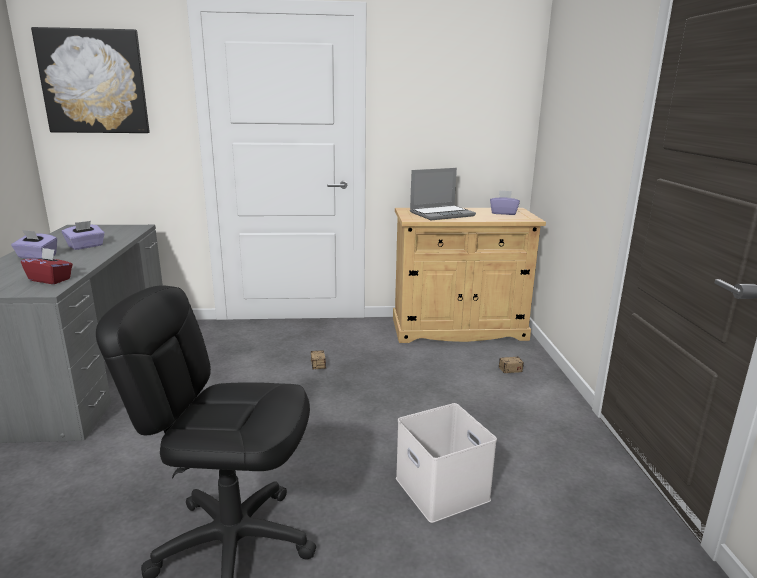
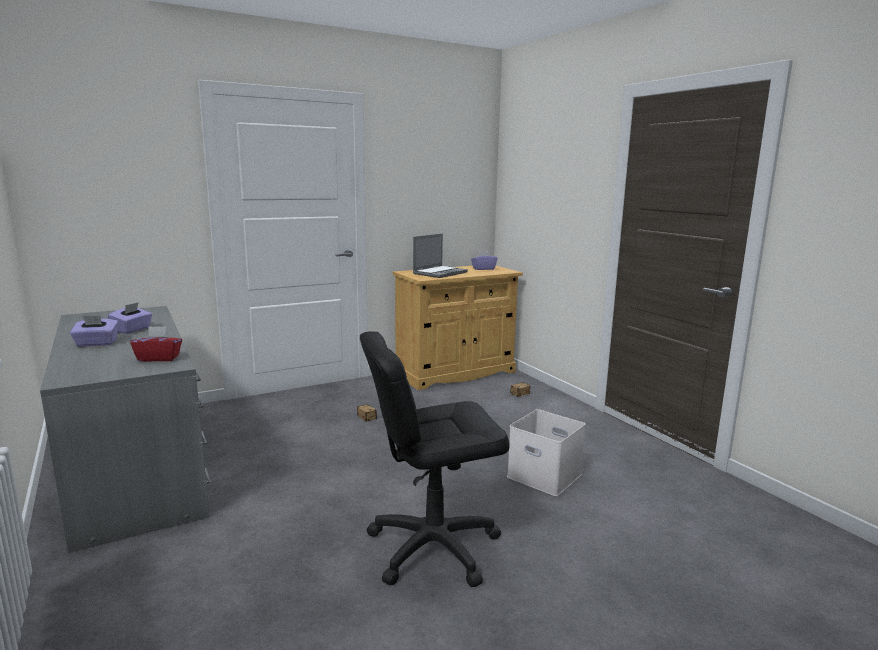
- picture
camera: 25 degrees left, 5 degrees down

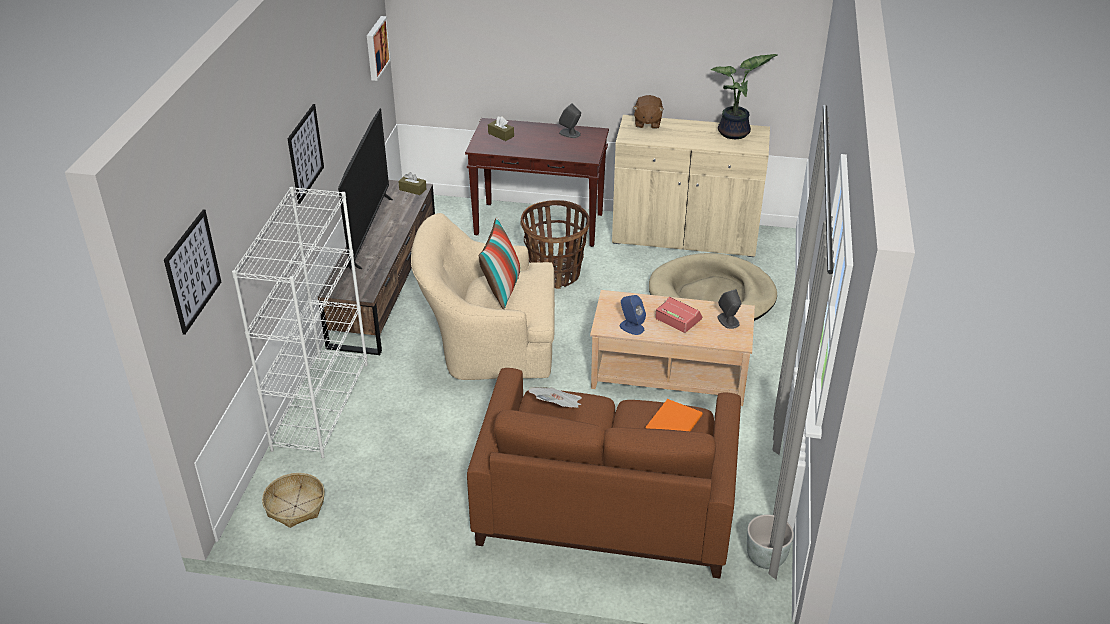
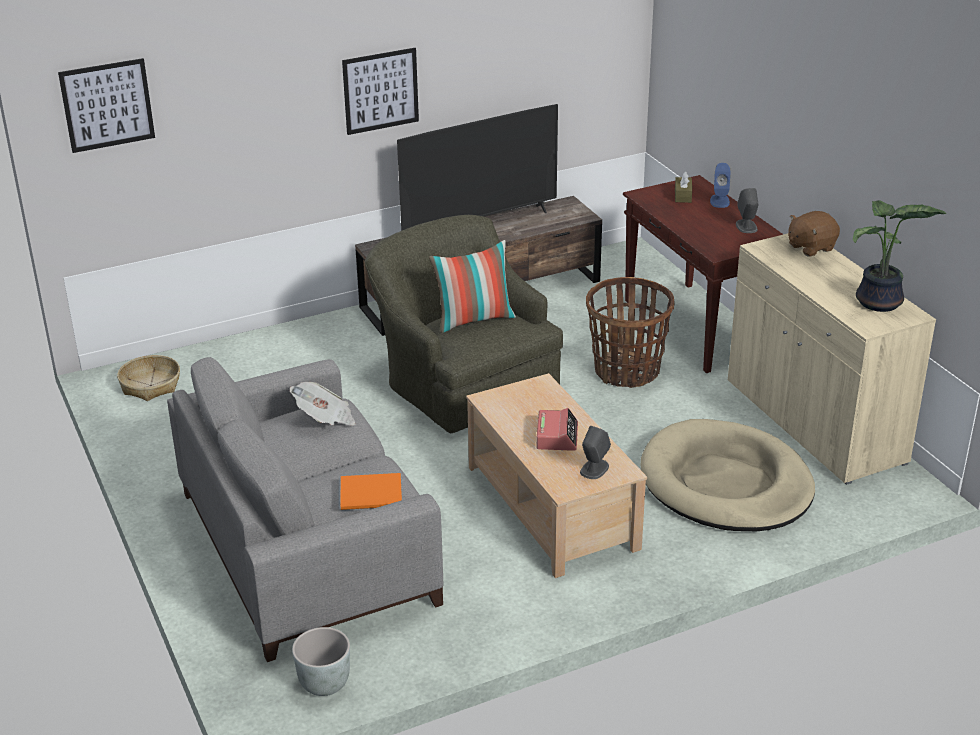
- white bookcase
- picture (3rd from left)
- brown tissue box (1st from left)
~ blue speaker
~ beige armchair to green armchair
~ brown sofa to grey sofa
camera: 55 degrees right, 5 degrees down

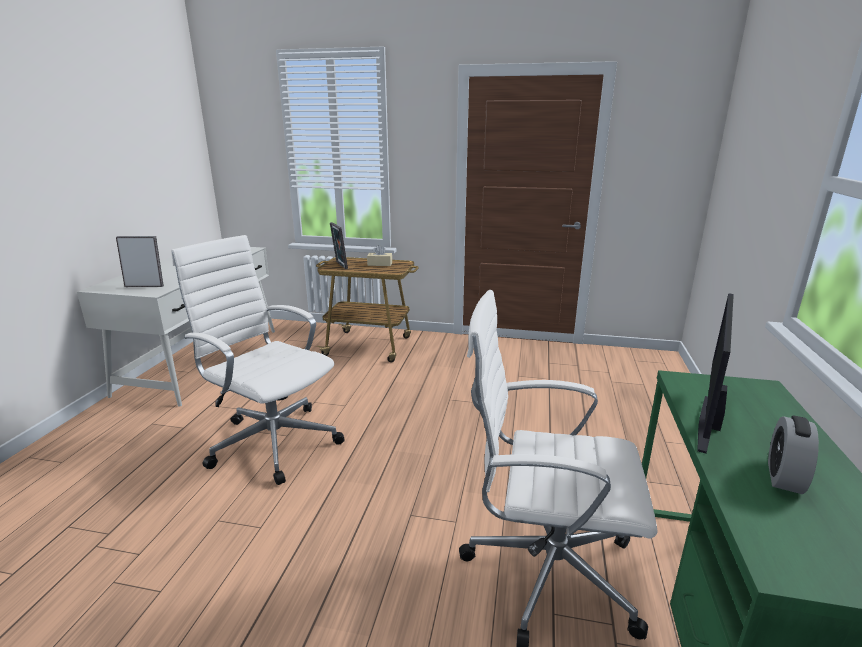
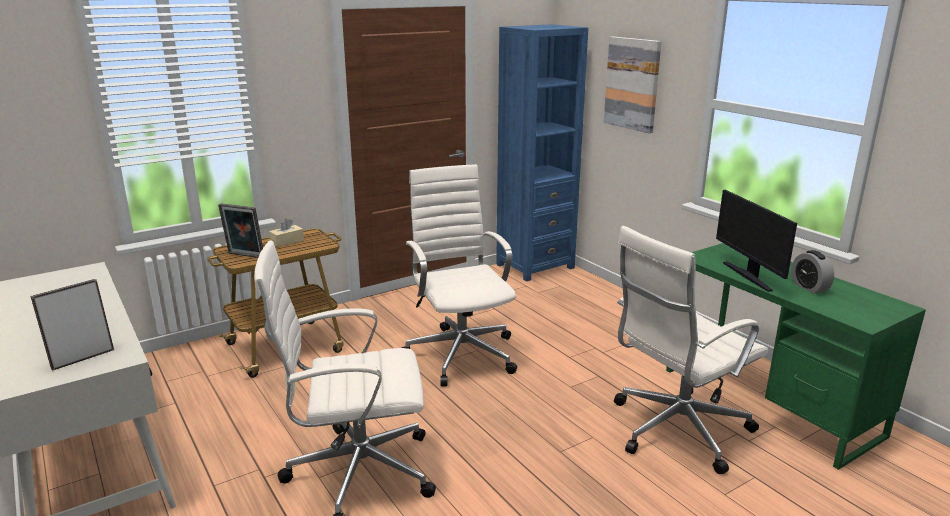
+ white office chair (2nd from left)
+ blue bookcase
+ picture
camera: 45 degrees left, 0 degrees up

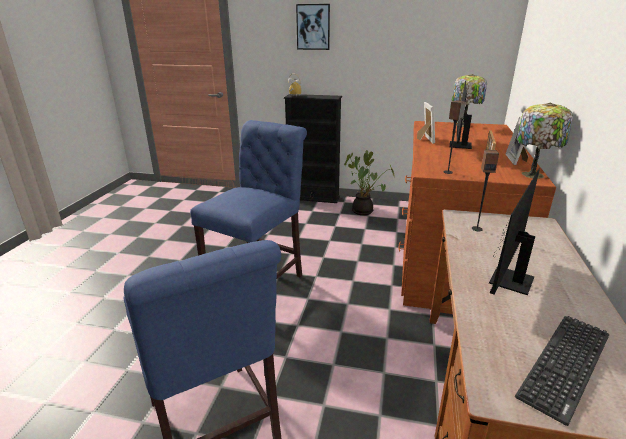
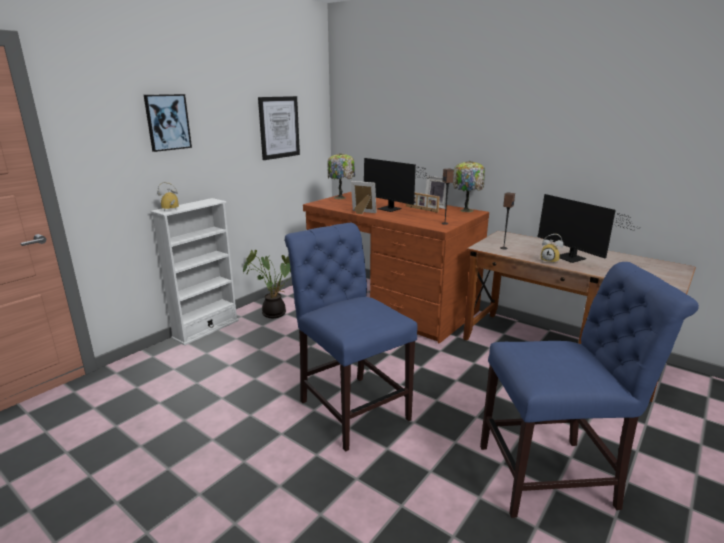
- keyboard
+ picture (2nd from left)
+ alarm clock (2nd from left)
~ black bookcase to white bookcase
camera: 65 degrees left, 5 degrees down

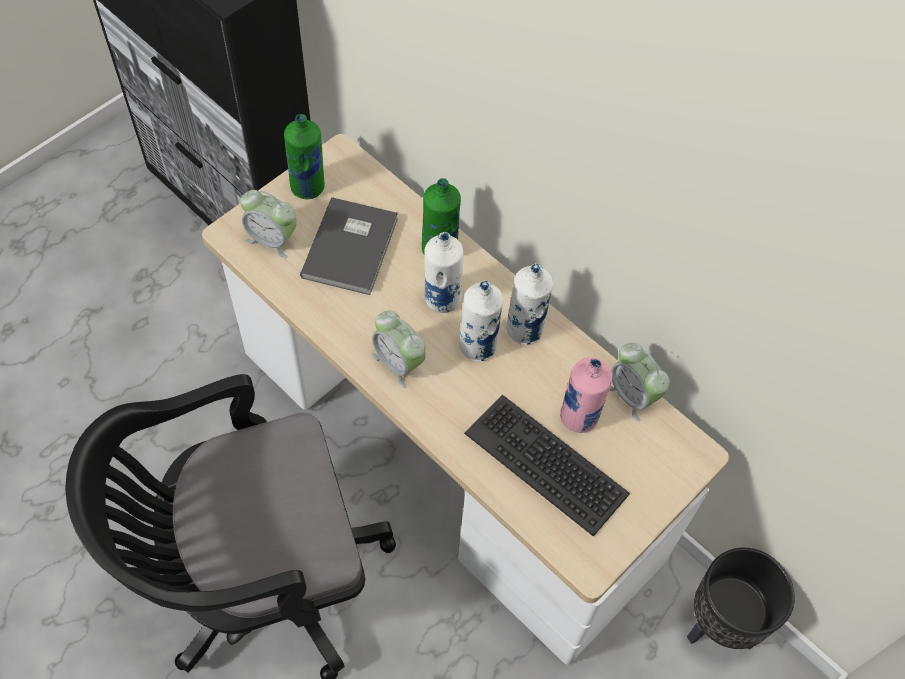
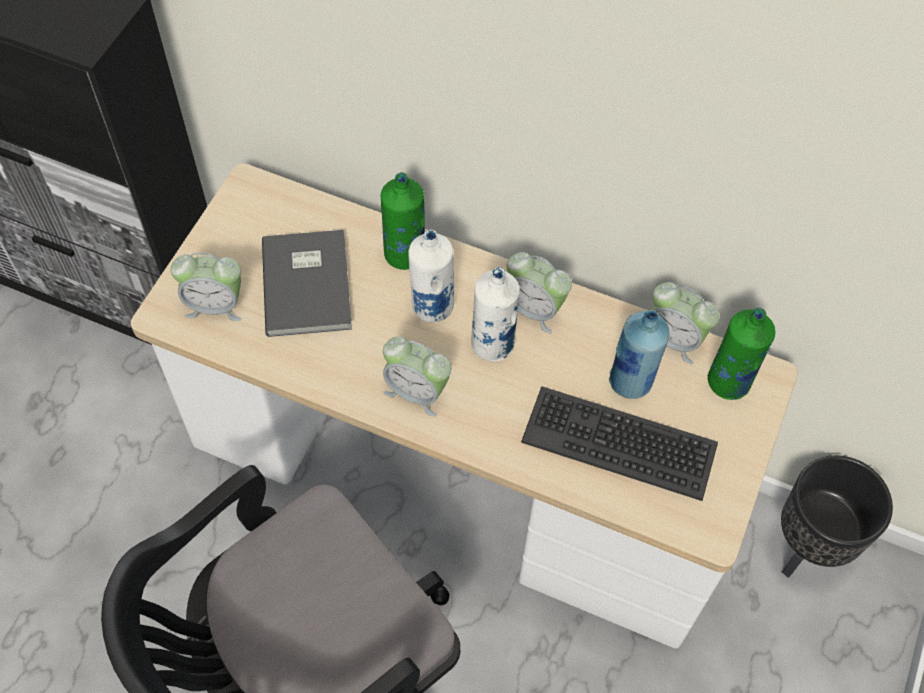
~ green bottle (1st from left in the first image) to green bottle (2nd from left)
~ white bottle (3rd from left) to alarm clock (3rd from left)
~ pink bottle to blue bottle
camera: 20 degrees left, 0 degrees up

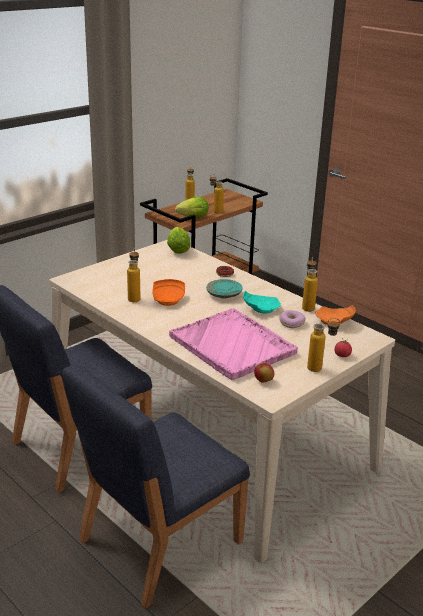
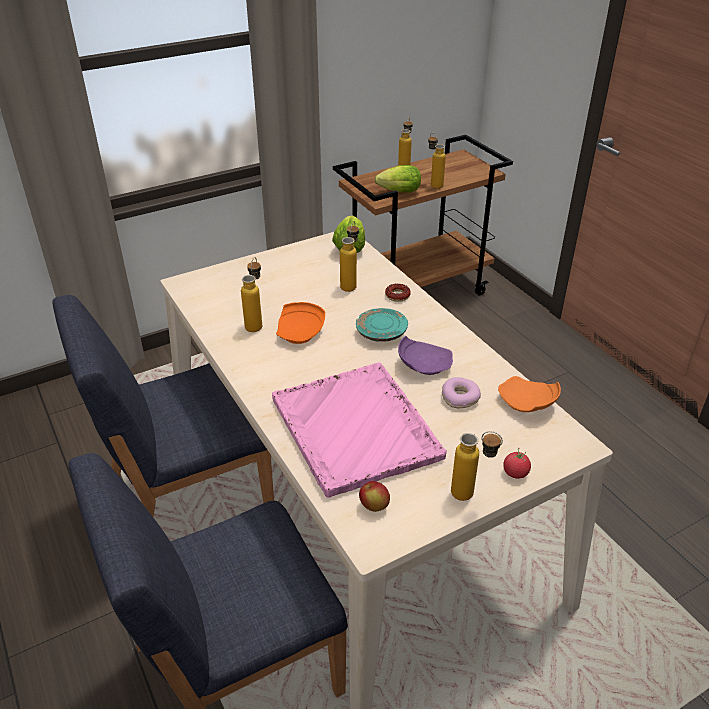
~ bottle (4th from left in the first image) to bottle (2nd from left)
~ turquoise plate (2nd from left) to purple plate
camera: 15 degrees right, 10 degrees up

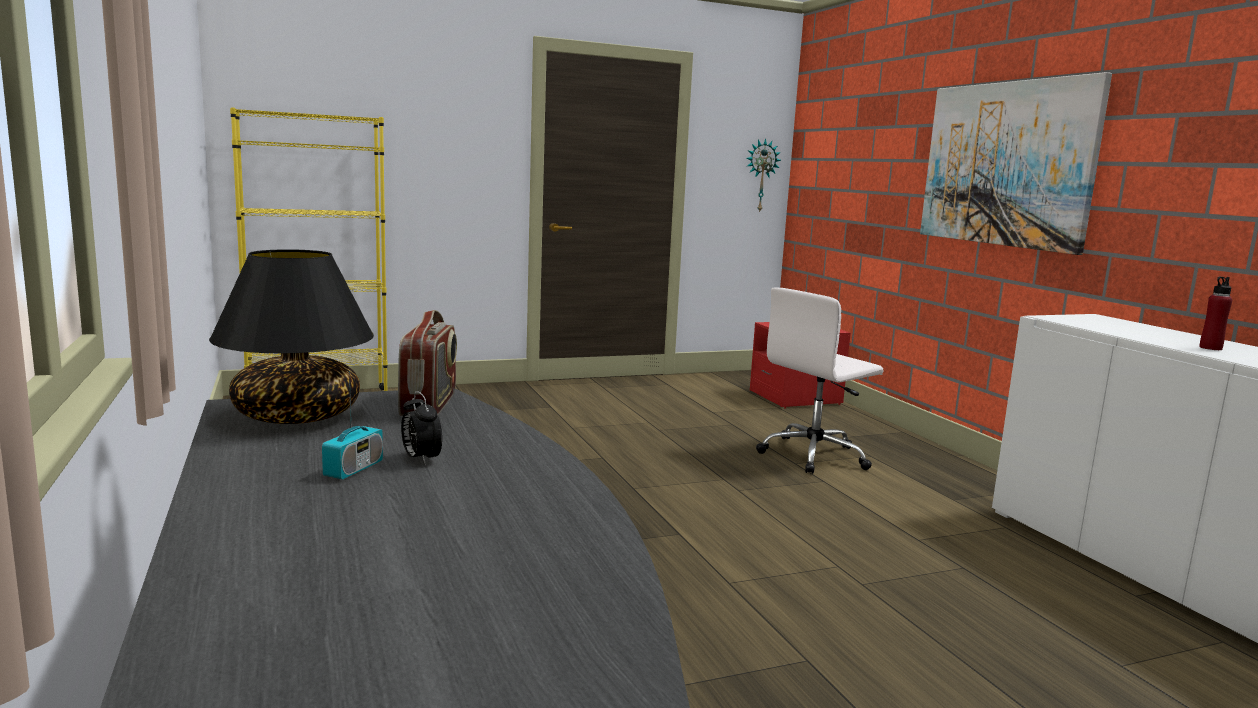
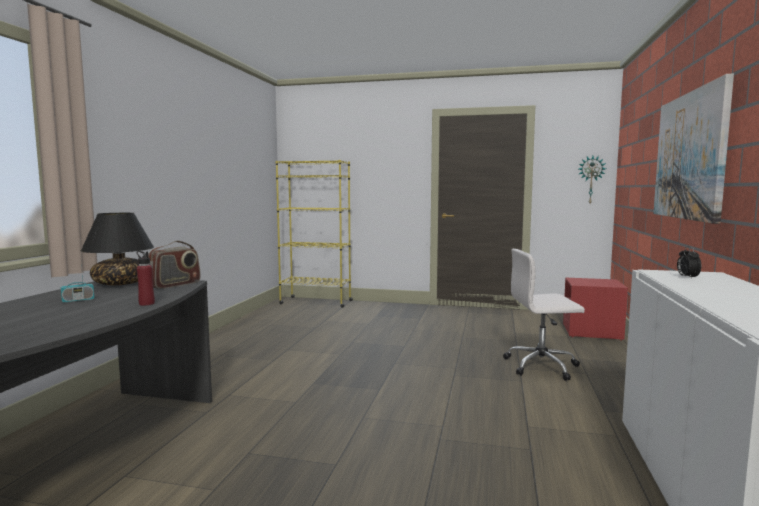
~ alarm clock
~ red bottle
camera: 35 degrees right, 5 degrees down

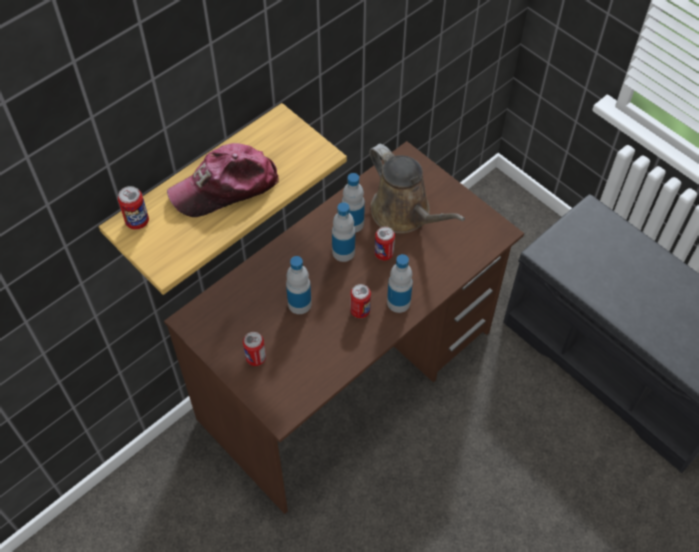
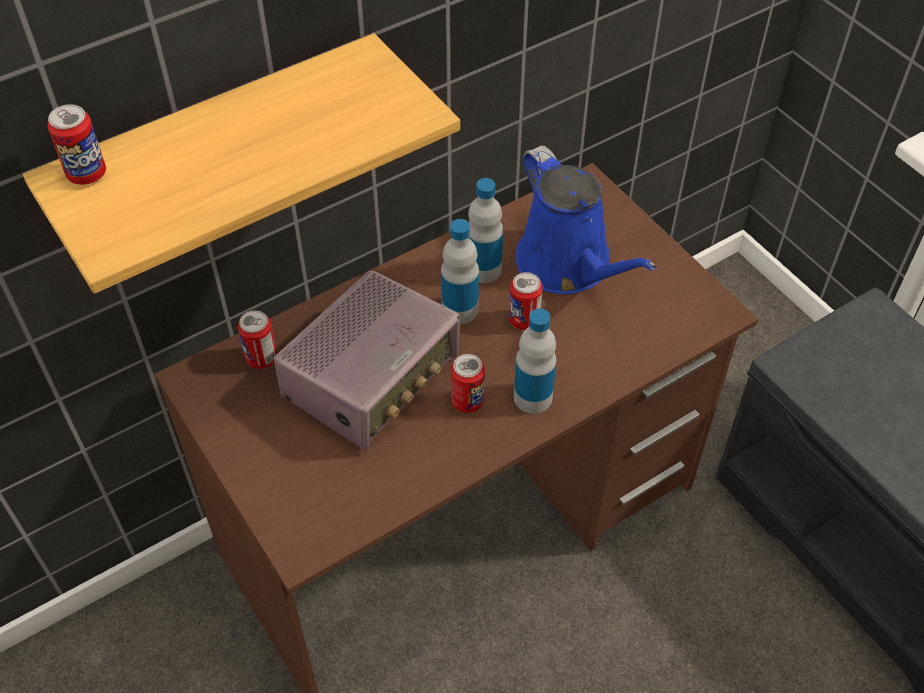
- cap
~ can (2nd from left)
~ bottle (1st from left) to radio
~ brown watering can to blue watering can
camera: 10 degrees right, 5 degrees down

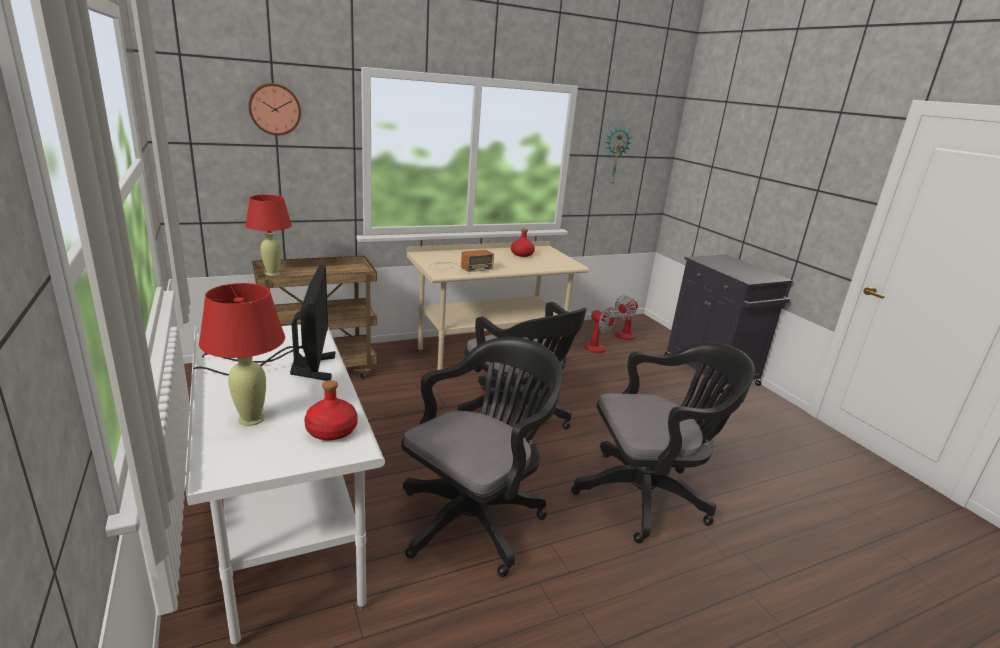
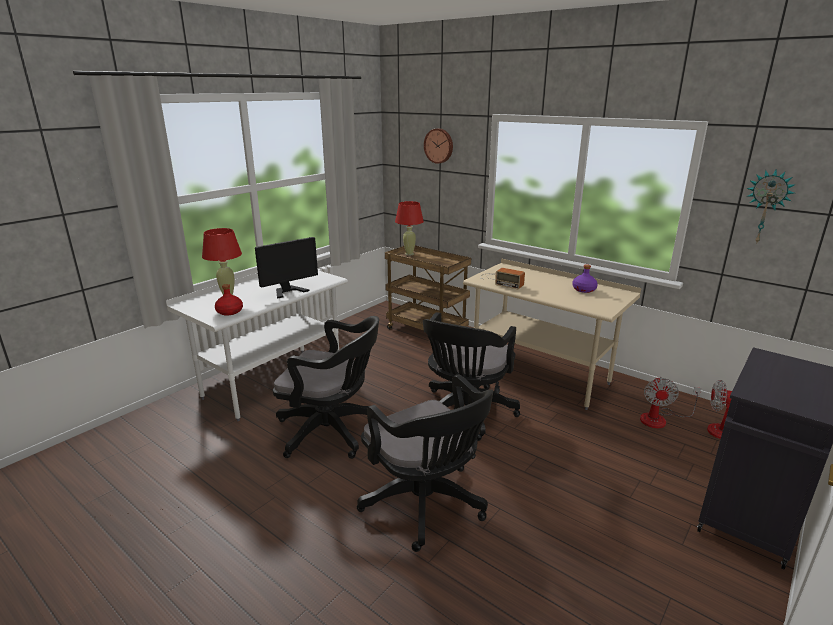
~ red bottle (2nd from left) to purple bottle
camera: 65 degrees right, 0 degrees up

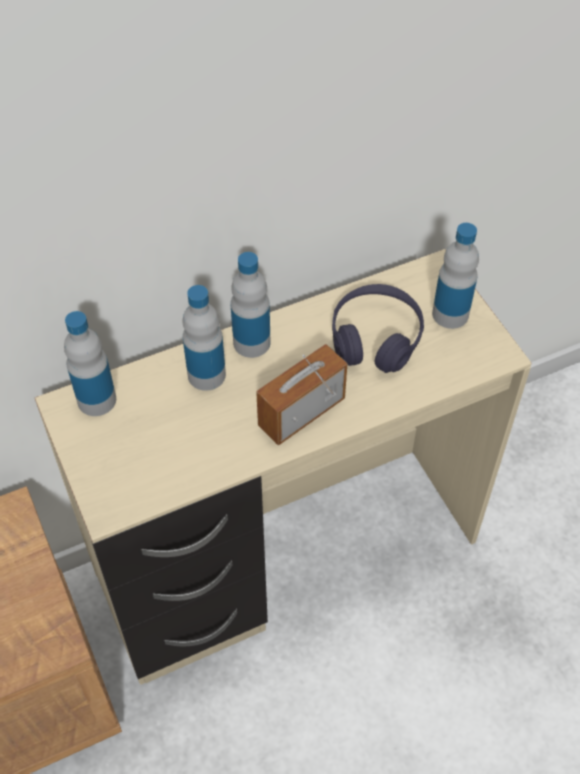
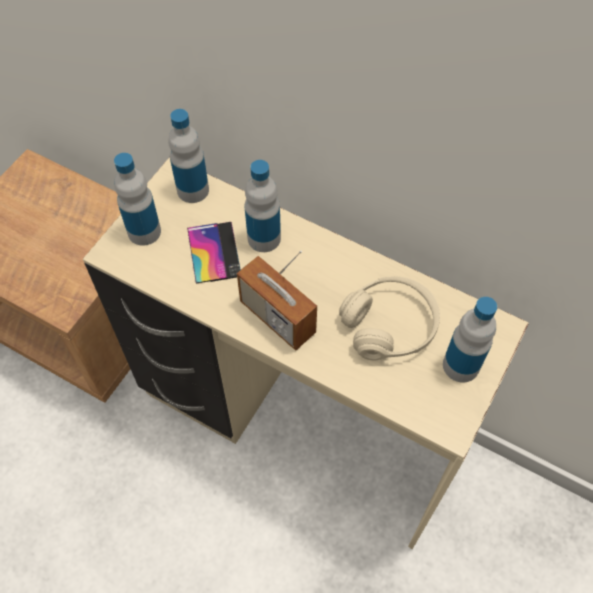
+ phone
~ bottle (3rd from left in the first image) to bottle (1st from left)
~ purple headphones to beige headphones
~ radio 150 degrees counterclockwise
camera: 55 degrees right, 5 degrees up

